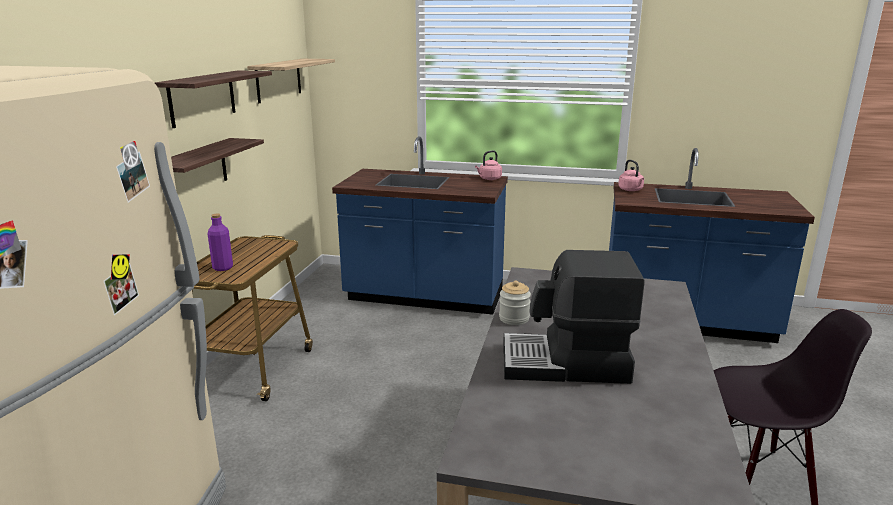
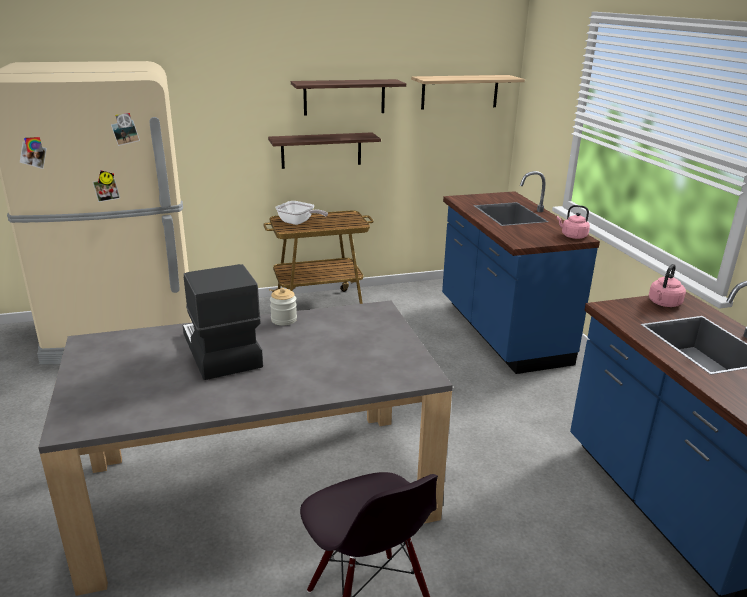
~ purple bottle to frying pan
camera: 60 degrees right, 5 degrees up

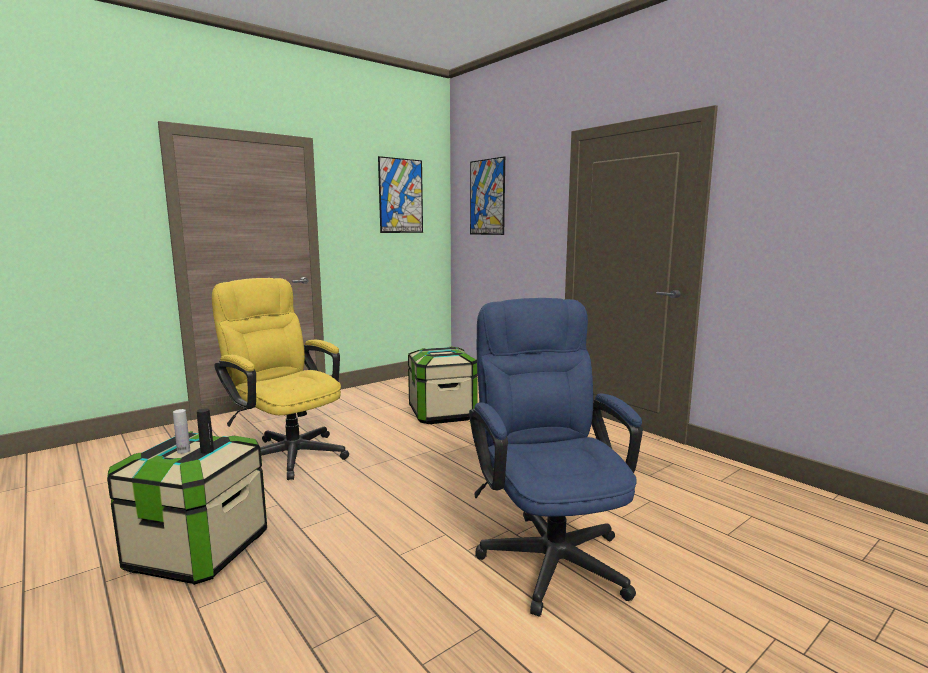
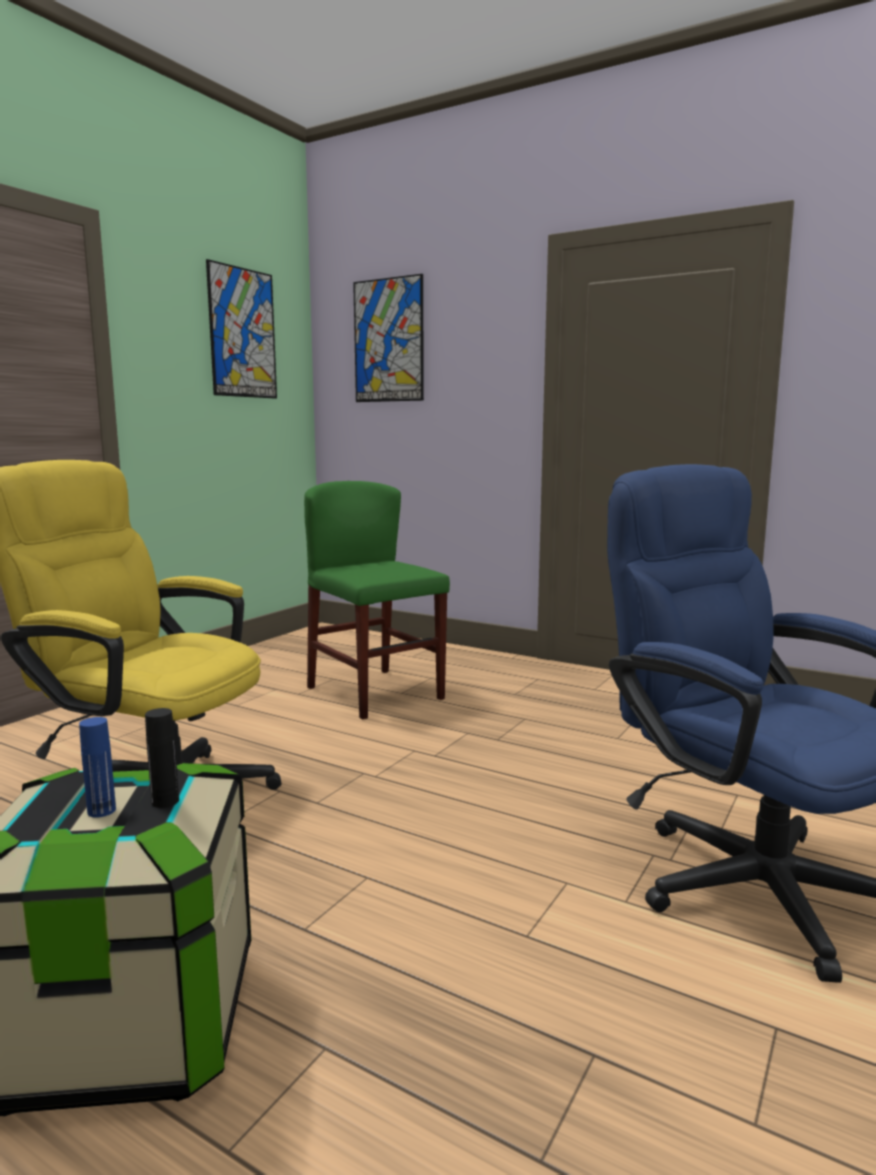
~ storage box (2nd from left) to green chair
~ white bottle to blue bottle
camera: 20 degrees left, 0 degrees up

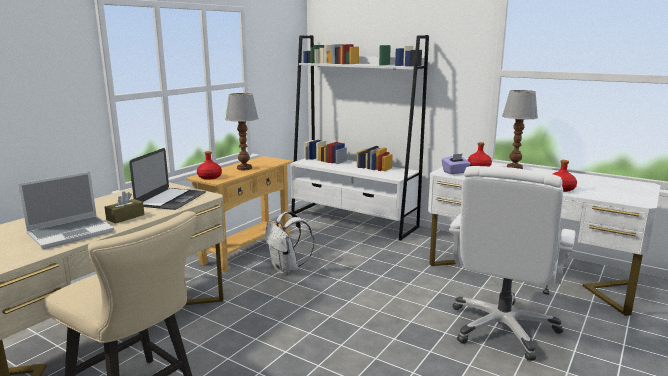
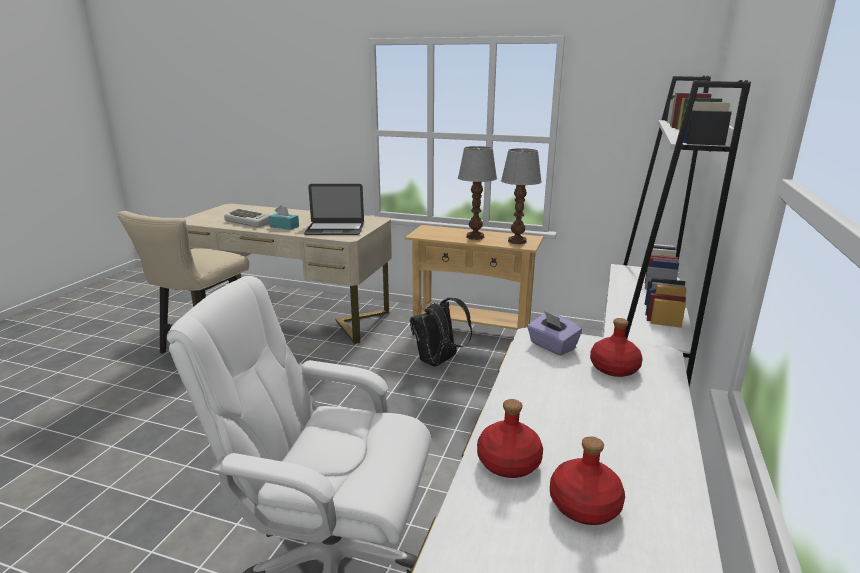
~ red bottle (1st from left in the first image) to red bottle (2nd from left)
~ table lamp (2nd from left)
~ laptop (1st from left) to keyboard
~ brown tissue box to turquoise tissue box
~ white backpack to black backpack
camera: 75 degrees right, 5 degrees up

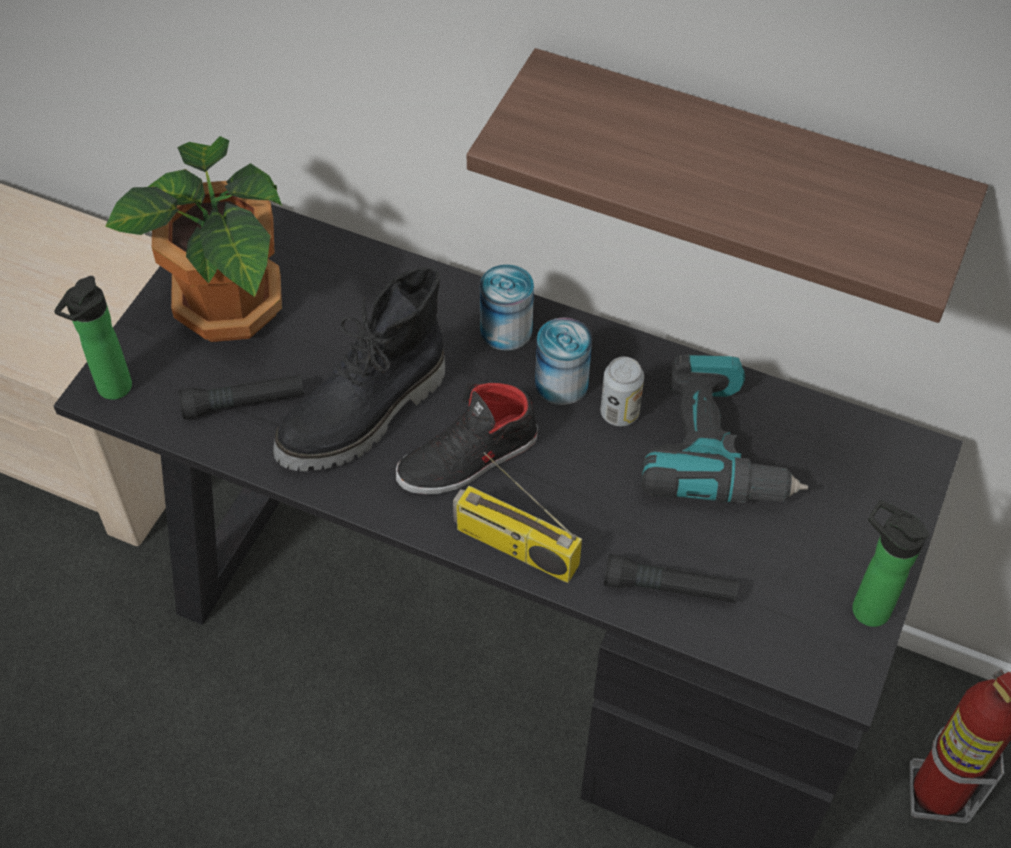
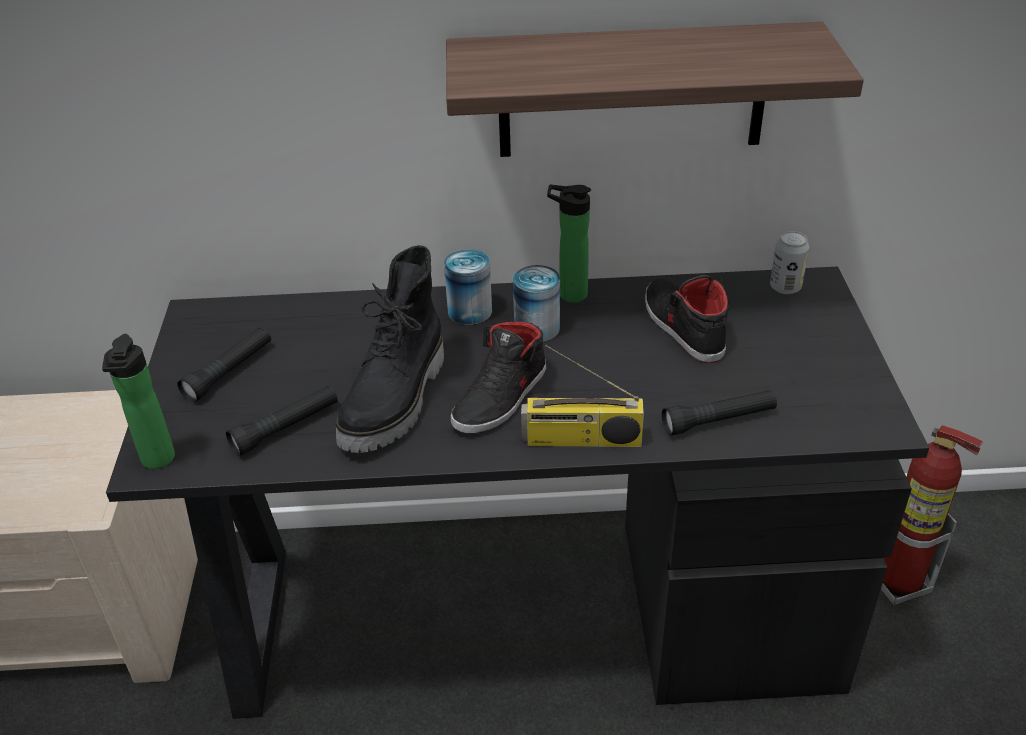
~ can (3rd from left)
~ bottle (2nd from left)
~ potted plant to black flashlight (1st from left)
~ power drill to black shoe (2nd from left)
camera: 25 degrees left, 15 degrees down

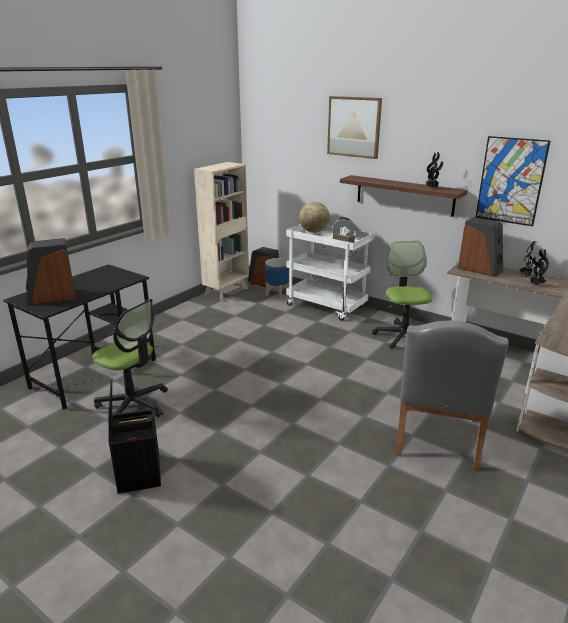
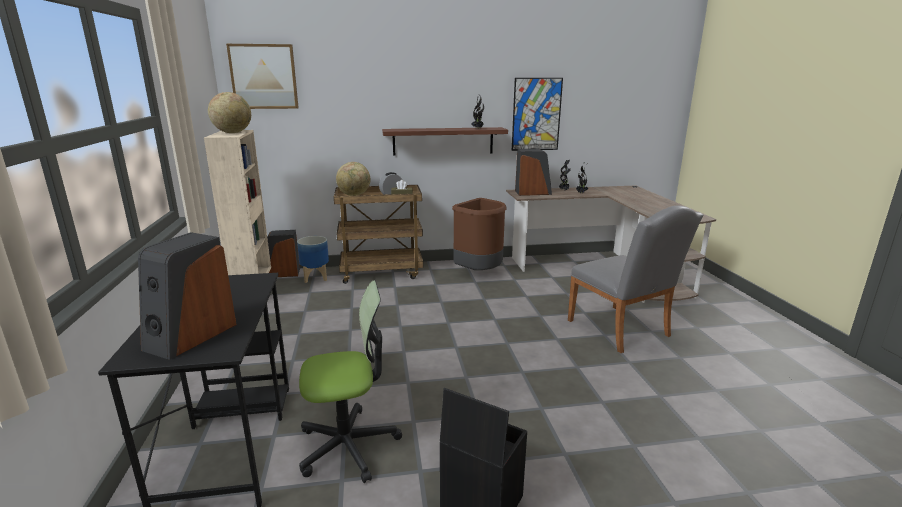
+ globe (1st from left)
~ picture (1st from left)
~ office chair (2nd from left) to brown trash can
~ white cart to brown cart
camera: 45 degrees left, 5 degrees down

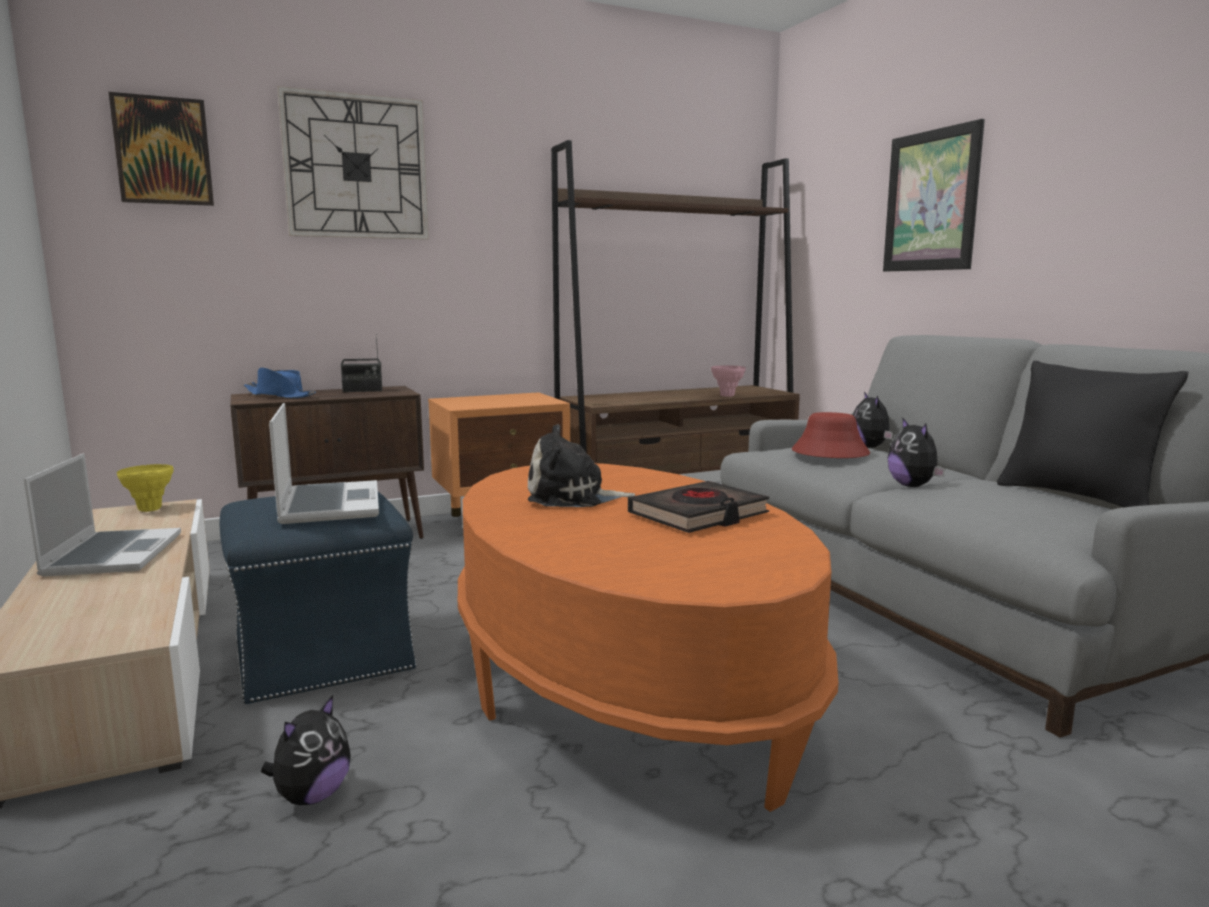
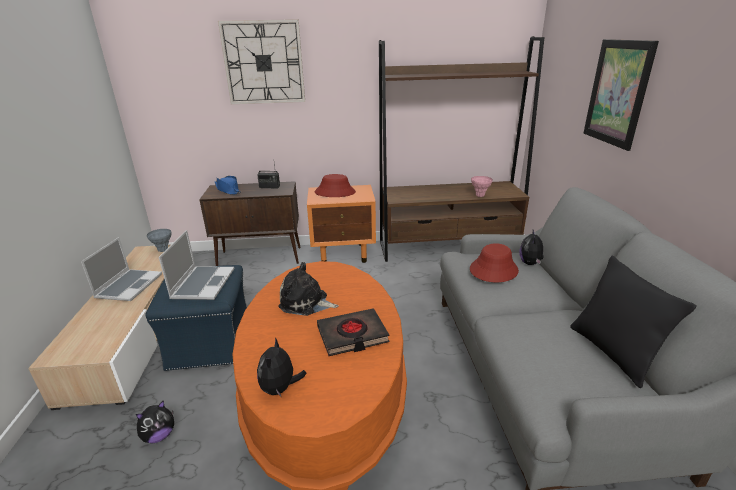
- picture (1st from left)
+ red hat (1st from left)
~ plush toy (4th from left in the first image) to plush toy (2nd from left)
~ yellow vase to grey vase
camera: 20 degrees right, 15 degrees up

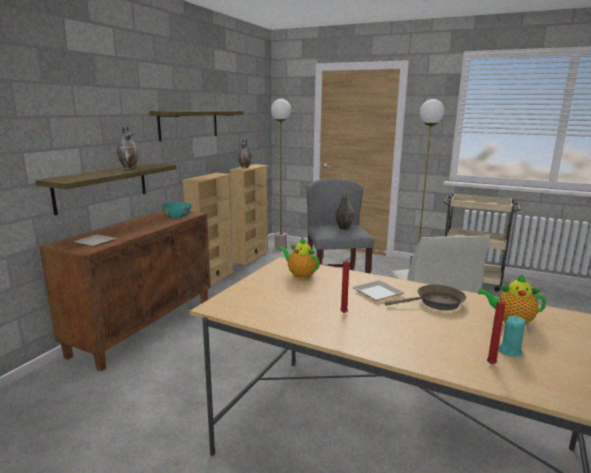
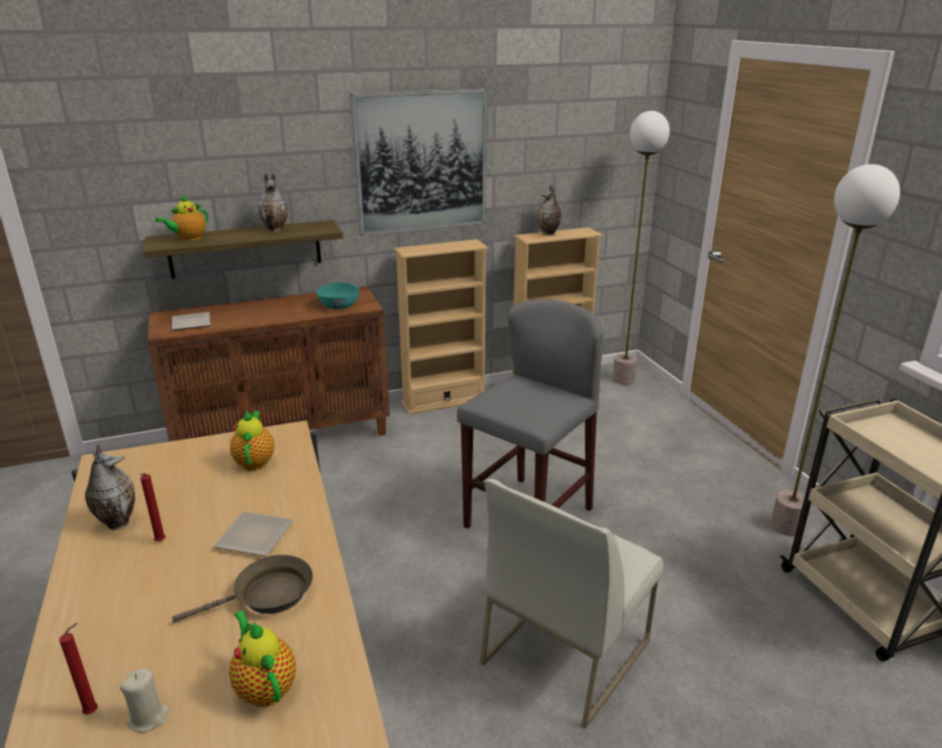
+ teapot (1st from left)
~ vase (3rd from left in the first image) to vase (1st from left)
~ shelf (2nd from left) to picture
~ turquoise candle to beige candle
~ brown frying pan 60 degrees counterclockwise
camera: 45 degrees right, 10 degrees up

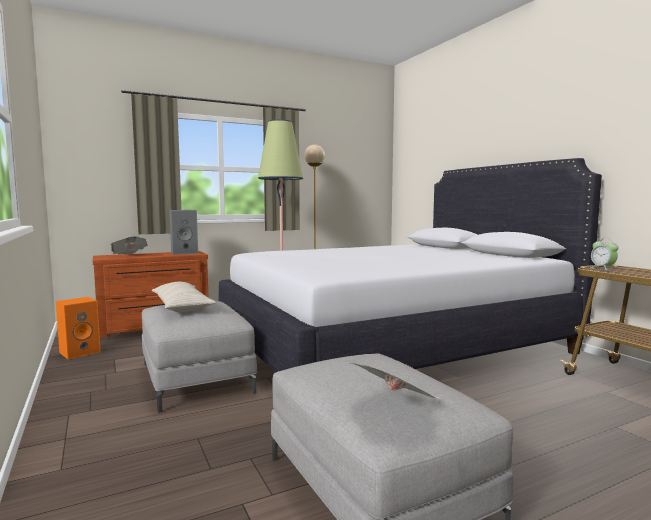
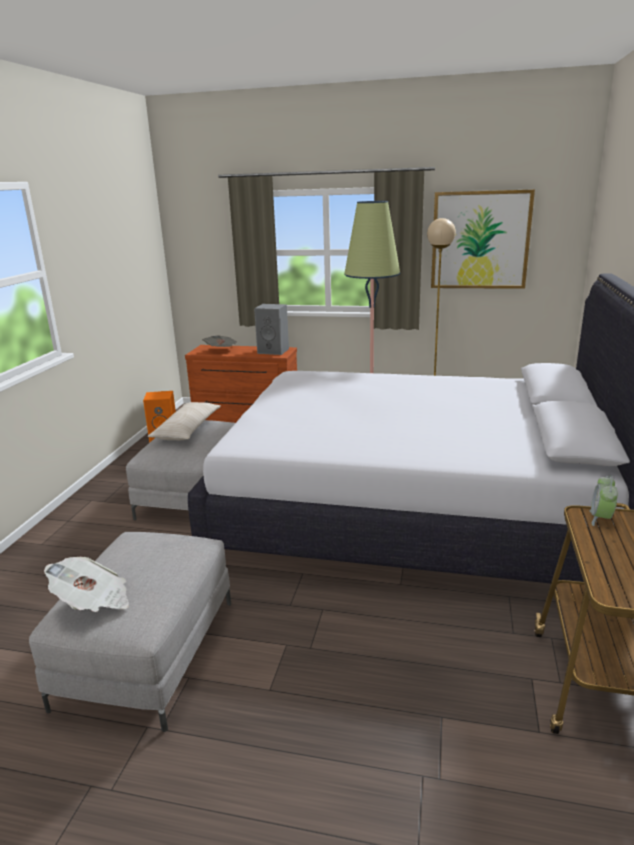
+ picture
camera: 40 degrees right, 15 degrees up

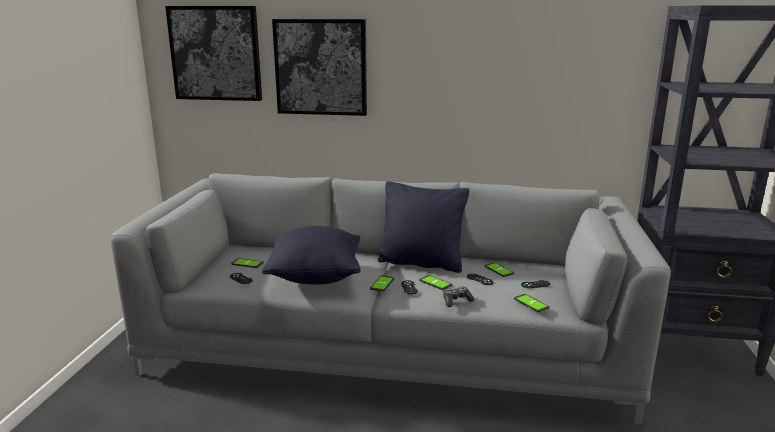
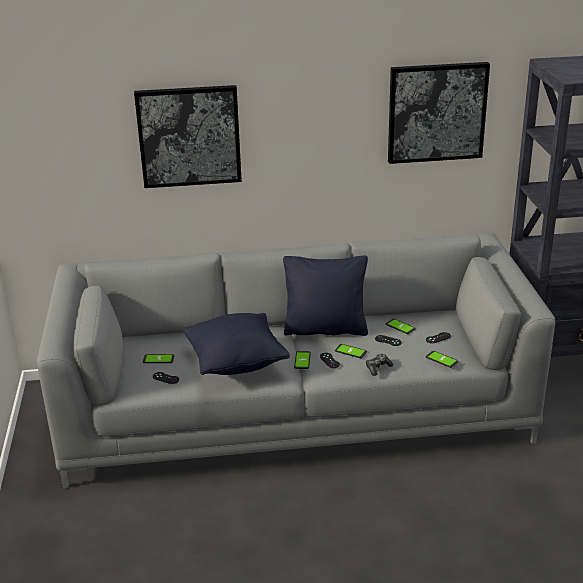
~ picture (1st from left in the first image) to picture (2nd from left)
camera: 15 degrees left, 10 degrees up

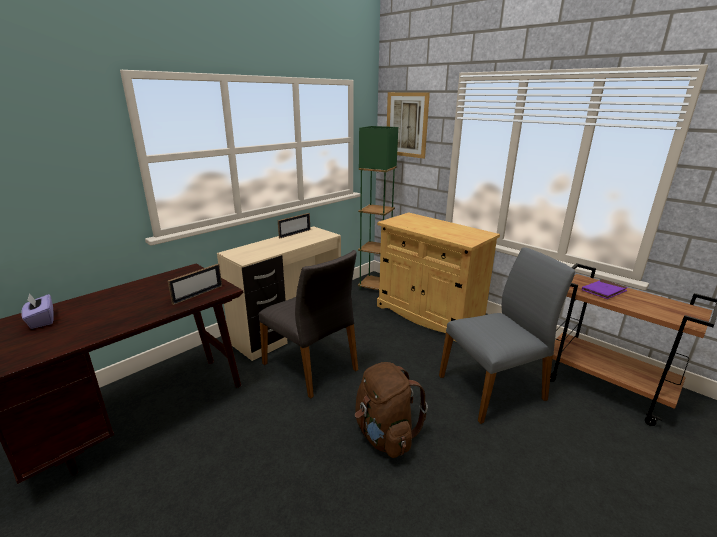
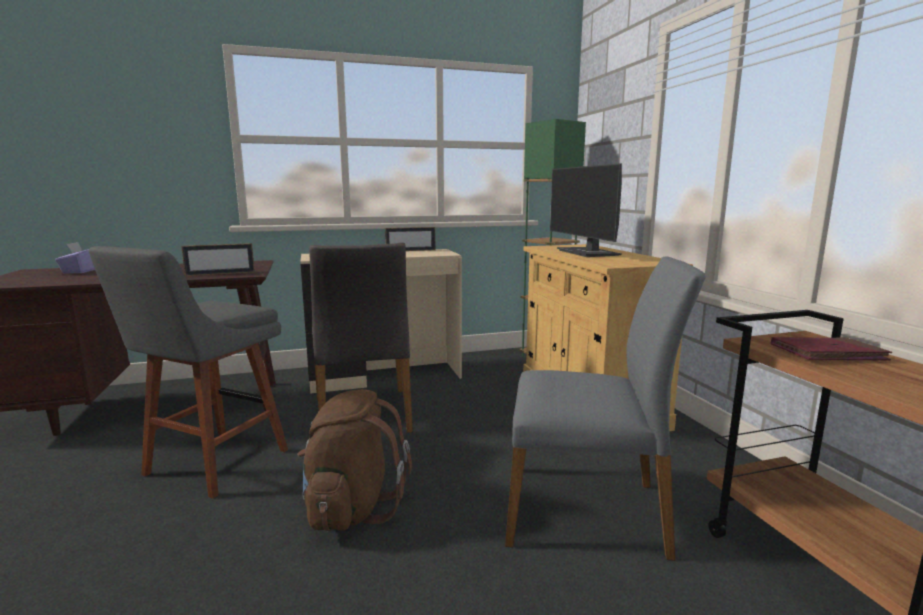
- picture
+ grey stool
+ monitor
~ purple book to red book
camera: 30 degrees right, 10 degrees down

